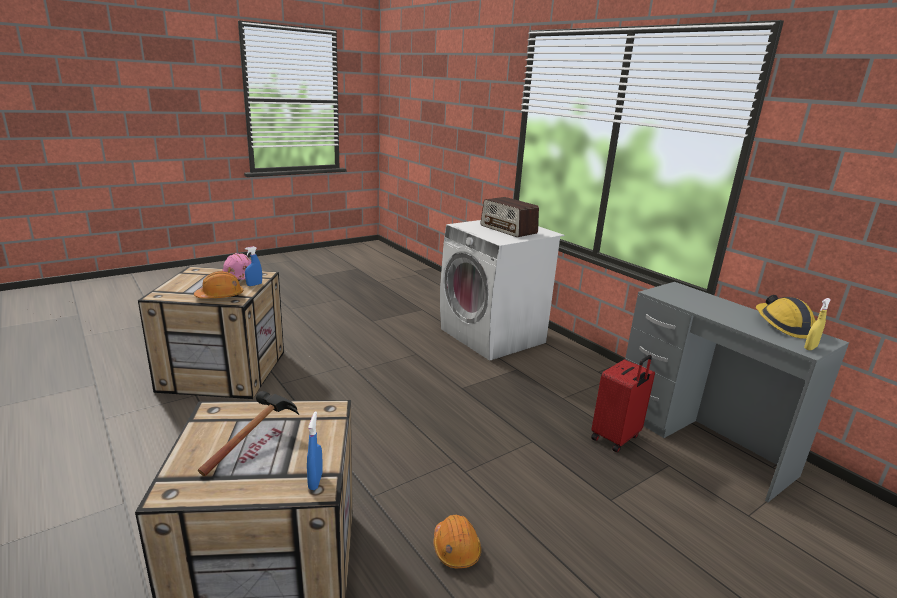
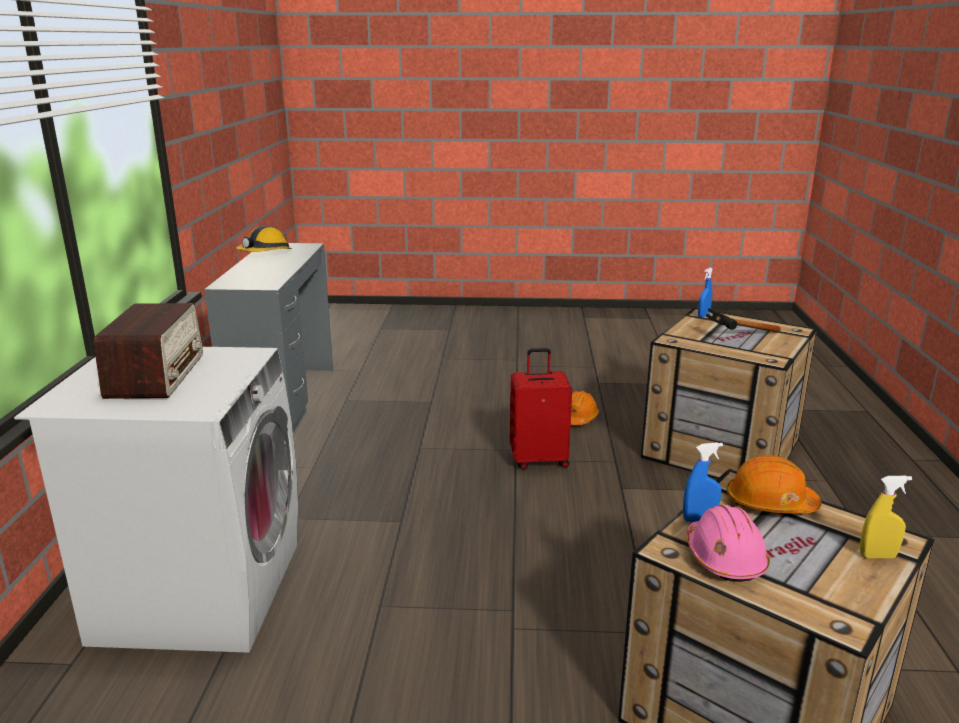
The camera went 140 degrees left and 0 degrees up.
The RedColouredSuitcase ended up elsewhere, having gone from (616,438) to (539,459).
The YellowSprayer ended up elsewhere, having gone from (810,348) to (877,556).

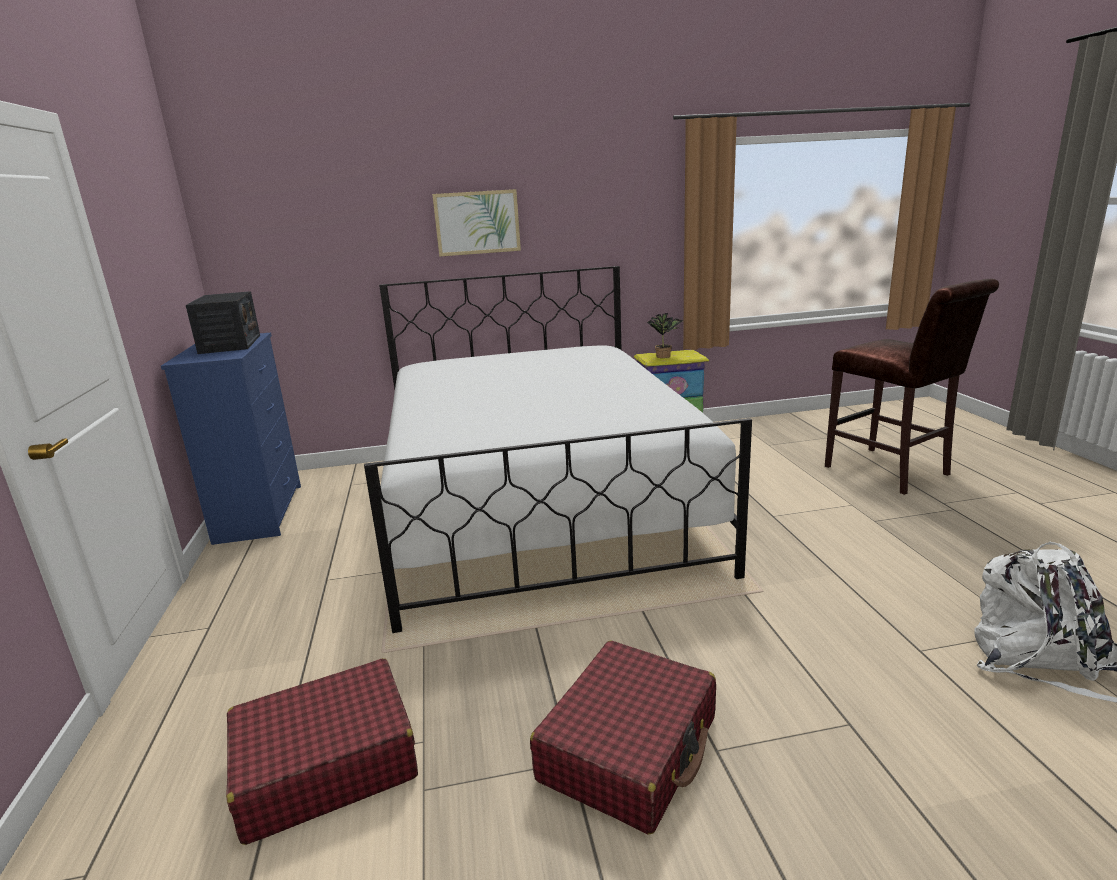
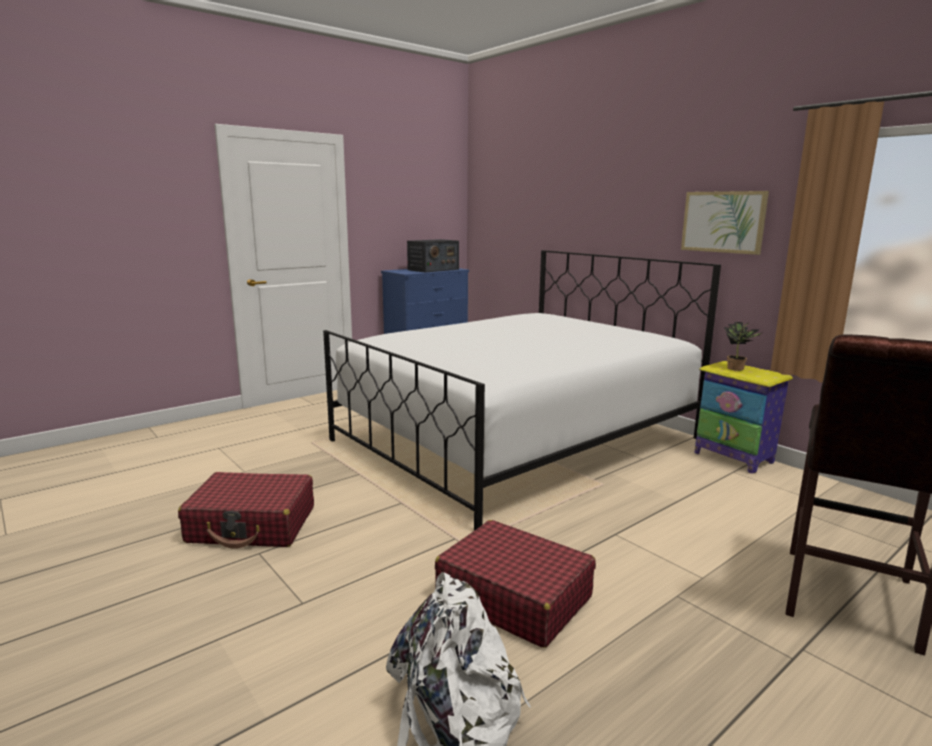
The camera went 60 degrees right and 5 degrees down.
The RedColouredSuitcase ended up elsewhere, having gone from (325,765) to (513,597).
The WallArt ended up elsewhere, having gone from (477,222) to (723,222).

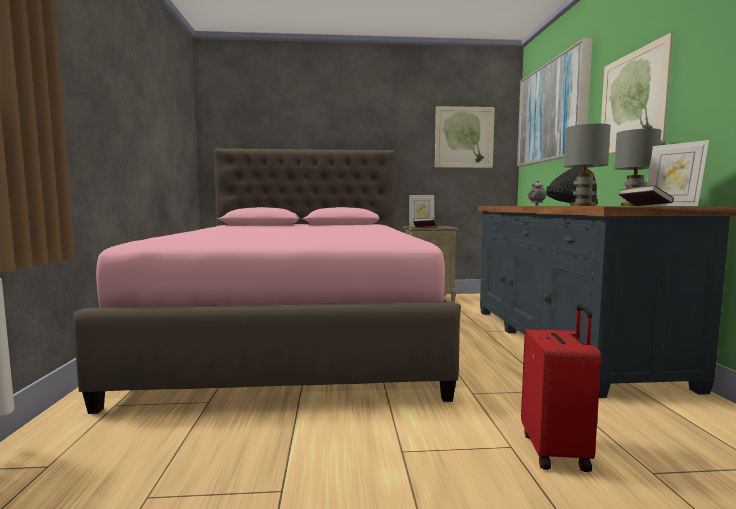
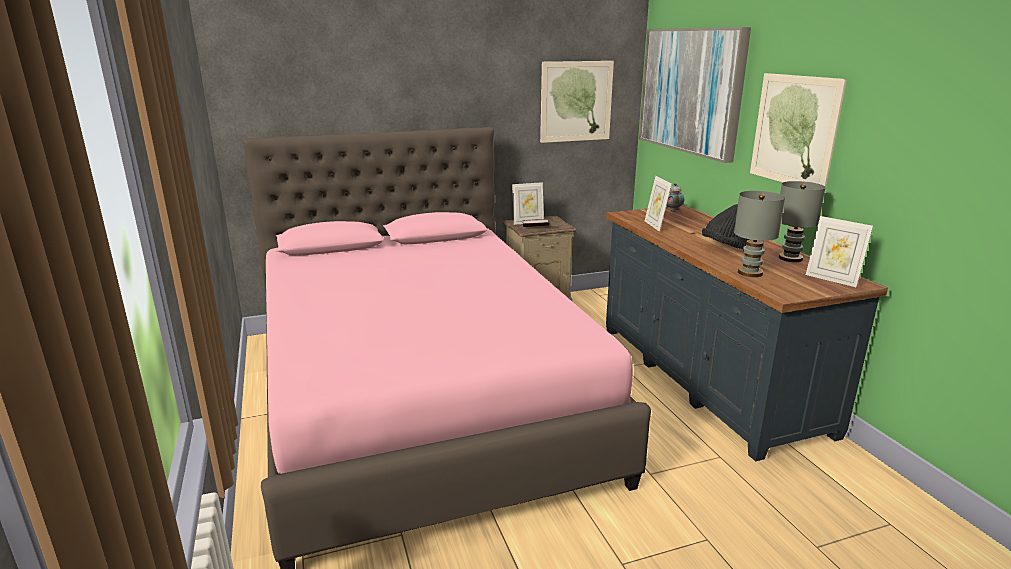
The camera went 15 degrees left and 15 degrees up.
The second view gained the StandingFrame at (655,226).
The second view lost the RedColouredSuitcase at (556,451).
The second view lost the BoundBook at (644,206).

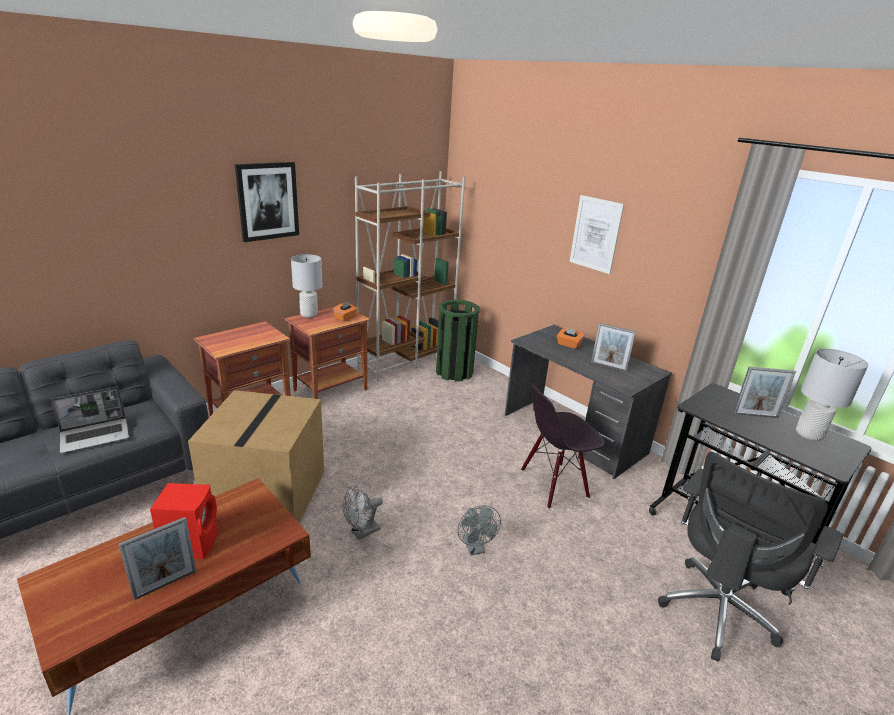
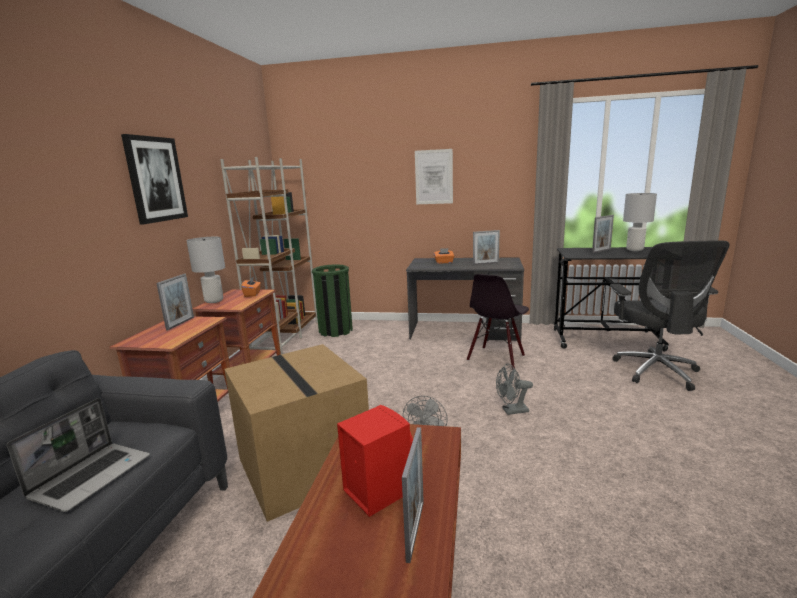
The camera went 35 degrees left and 10 degrees down.
The second view gained the StandingFrame at (180,323).
The GreyishCoolingFan at (475,548) ended up facing another way, 135 degrees clockwise from before.

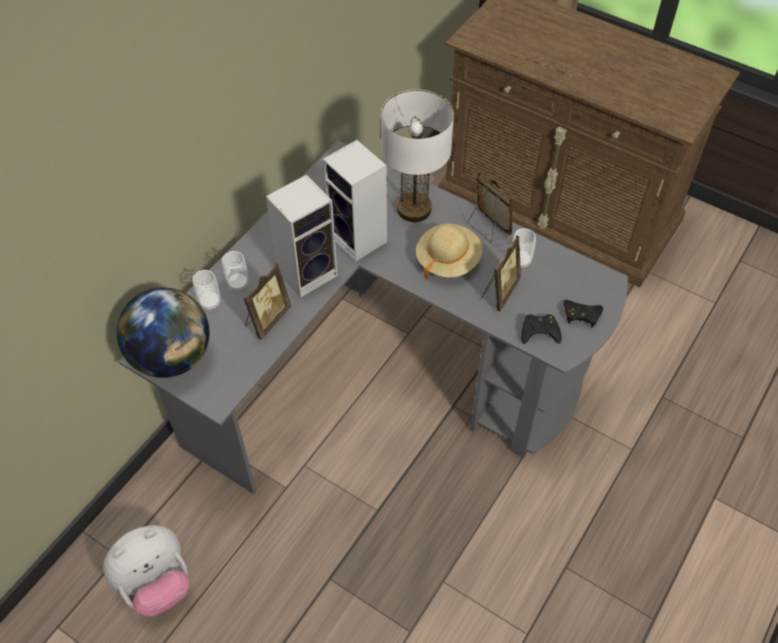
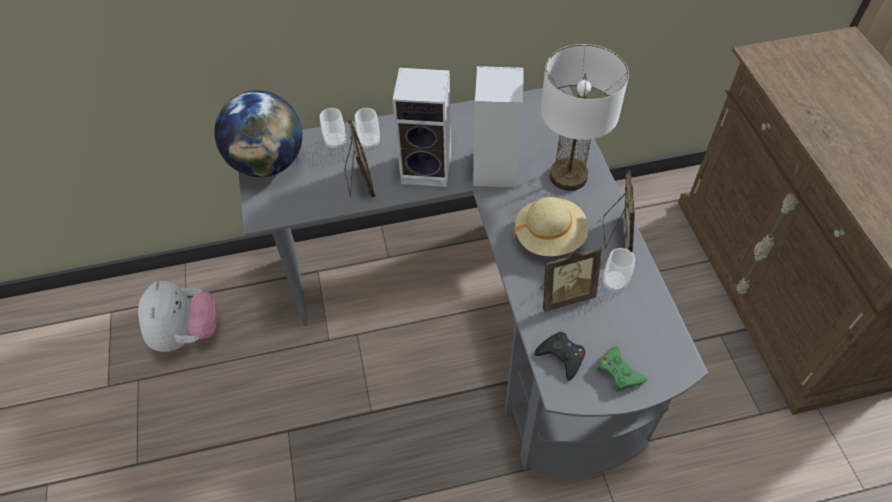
The camera went 45 degrees right and 0 degrees up.
The SoftToy at (156,583) ended up facing another way, 105 degrees counterclockwise from before.
The StandingFrame at (267,319) ended up facing another way, 90 degrees counterclockwise from before.
What was the BlackColouredJoypad at (581,315) turned into the GreenishJoypad at (619,372).

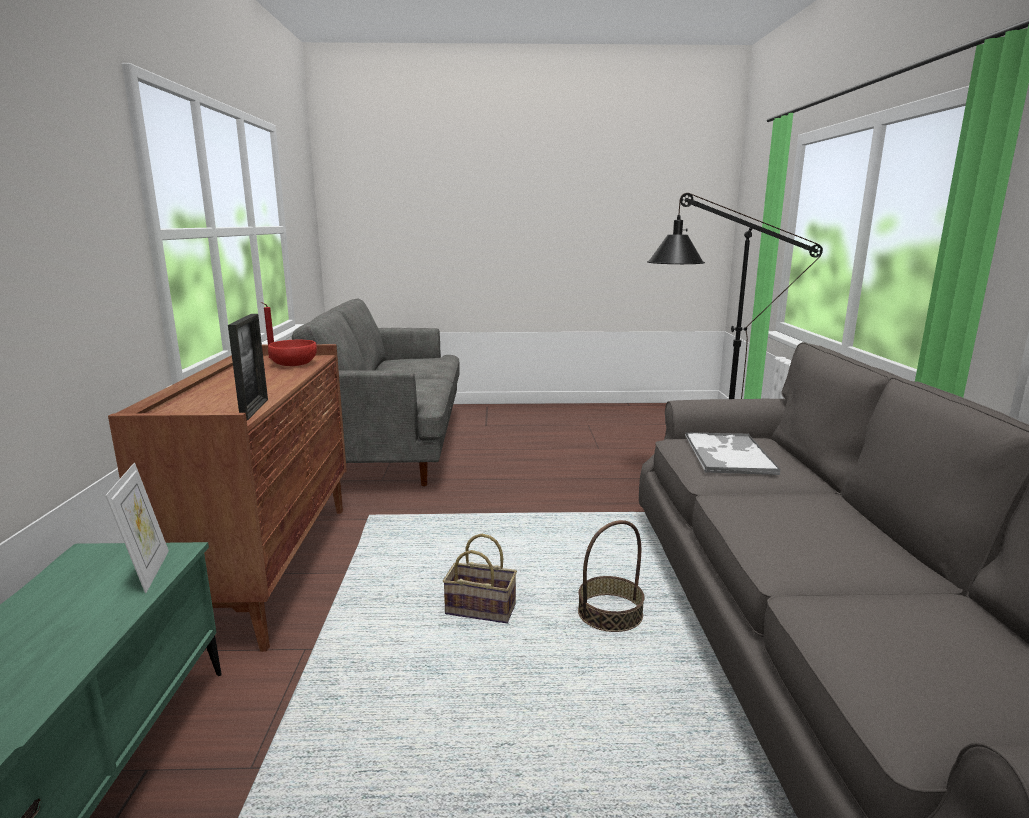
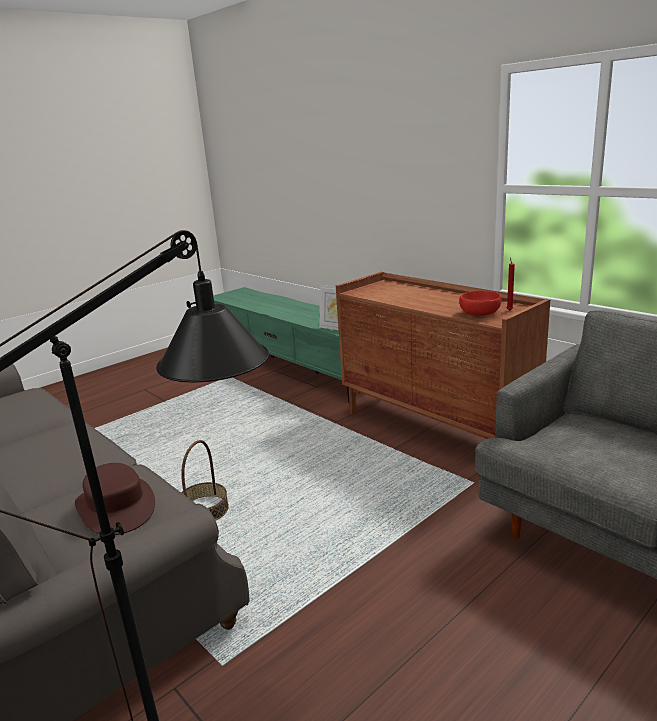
The camera went 140 degrees right and 5 degrees up.
Where the Tray stood at (728,454), the BrownColouredClothingHat came to stand at (116,507).
The second view lost the StandingFrame at (254,409).
The second view lost the StorageBasket at (482,609).

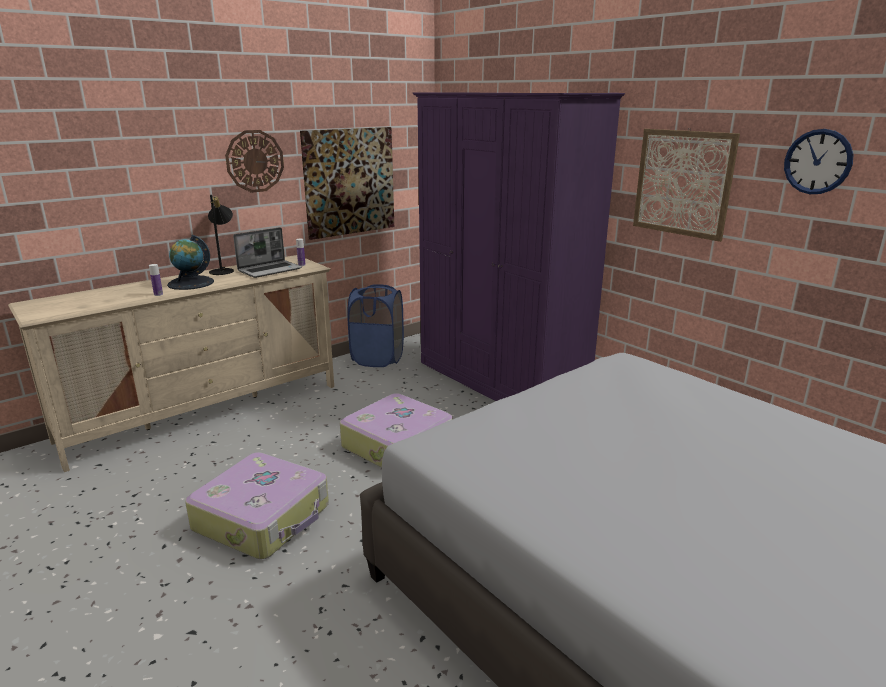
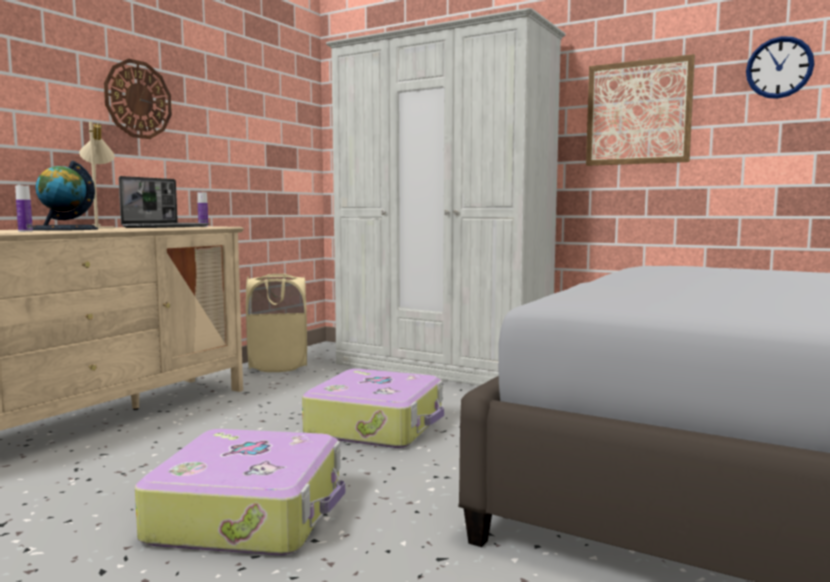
The camera went 20 degrees left and 15 degrees down.
What was the BlackColouredTableLamp at (223,270) turned into the BeigeColouredTableLamp at (98,227).
What was the BluishWashingBasket at (378,359) turned into the BeigeColouredWashingBasket at (278,366).
What was the PurplishClothesCupboard at (500,381) turned into the WhitishClothesCupboard at (442,368).
The second view lost the WallArt at (349,182).

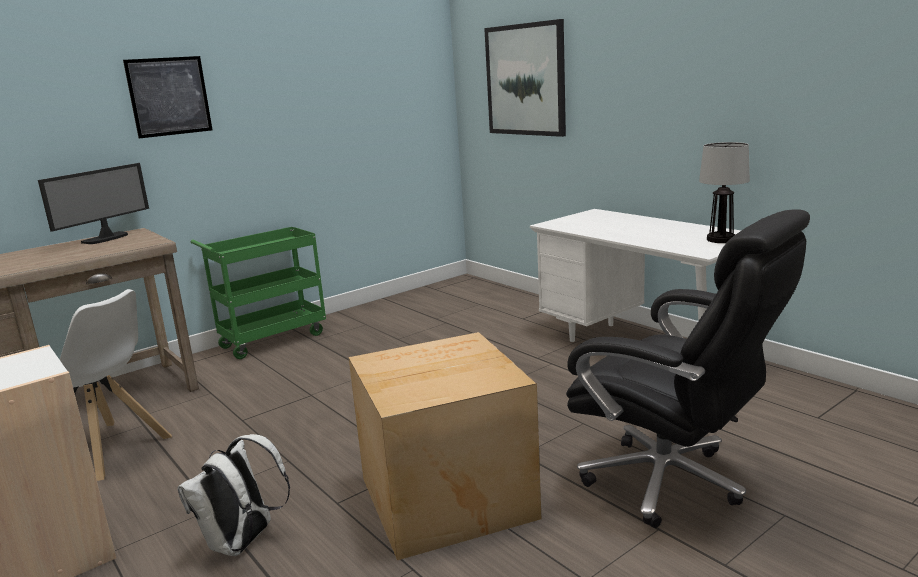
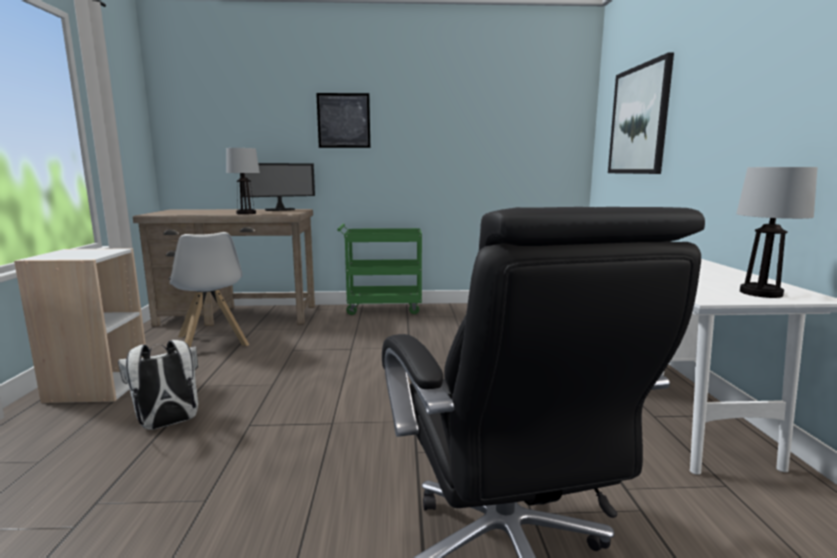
The camera went 35 degrees right and 5 degrees down.
The second view gained the TableLamp at (245,213).
The second view lost the CardboardBox at (444,497).

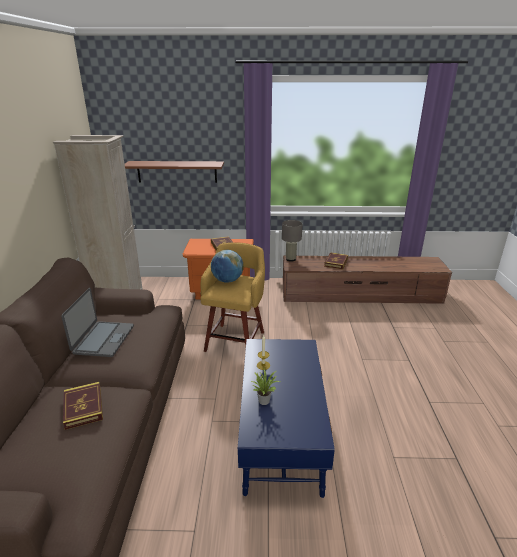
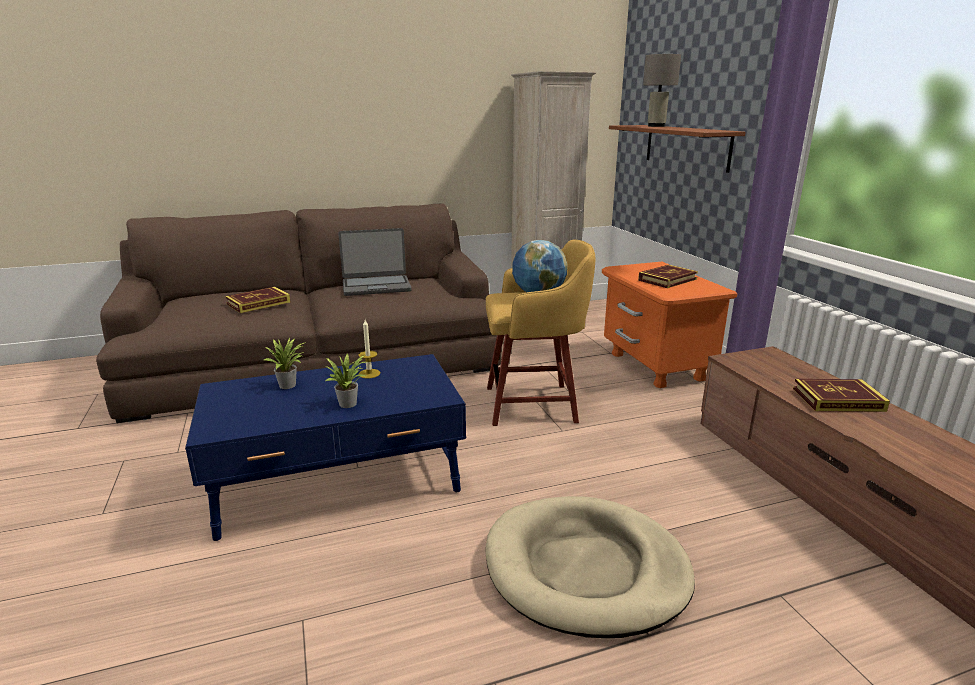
The camera went 70 degrees right and 5 degrees down.
The second view gained the Houseplant at (350,403).
The second view gained the BeigeColouredPetBed at (586,569).
The GreyishTableLamp ended up elsewhere, having gone from (291,259) to (656,126).

